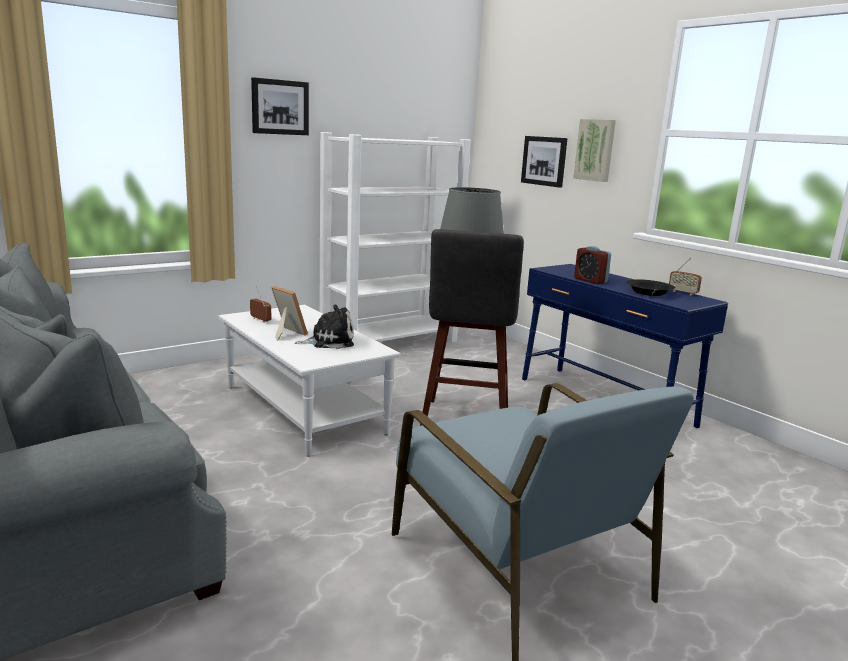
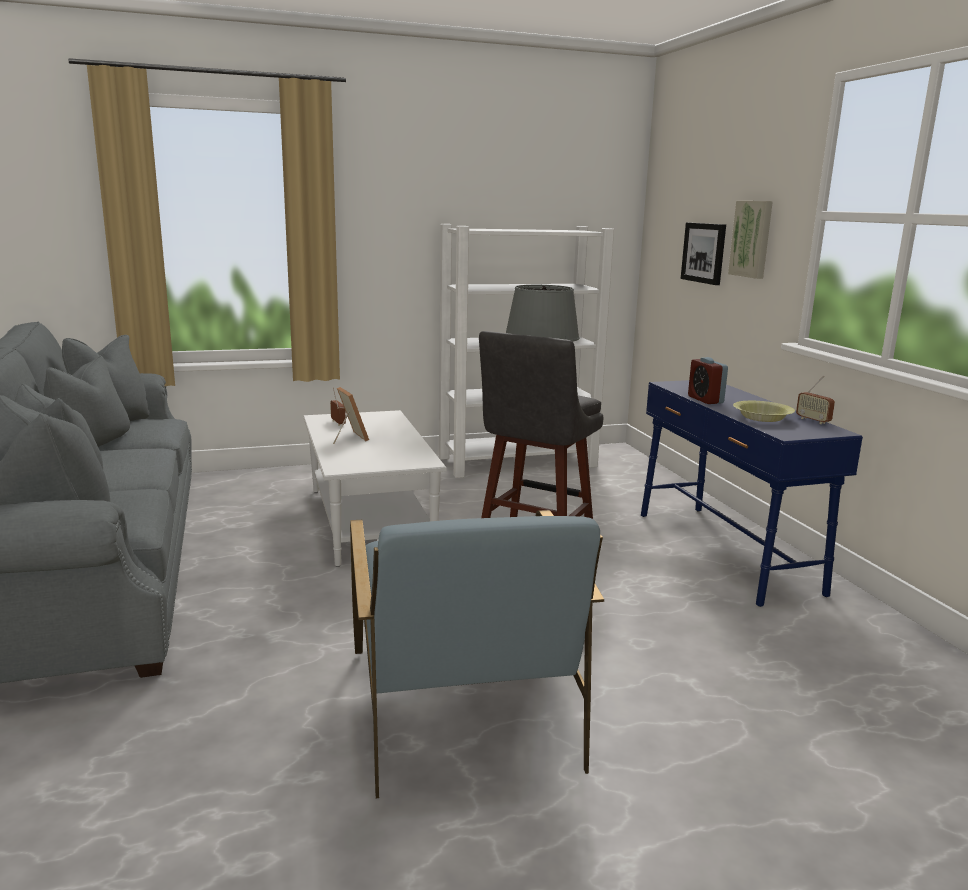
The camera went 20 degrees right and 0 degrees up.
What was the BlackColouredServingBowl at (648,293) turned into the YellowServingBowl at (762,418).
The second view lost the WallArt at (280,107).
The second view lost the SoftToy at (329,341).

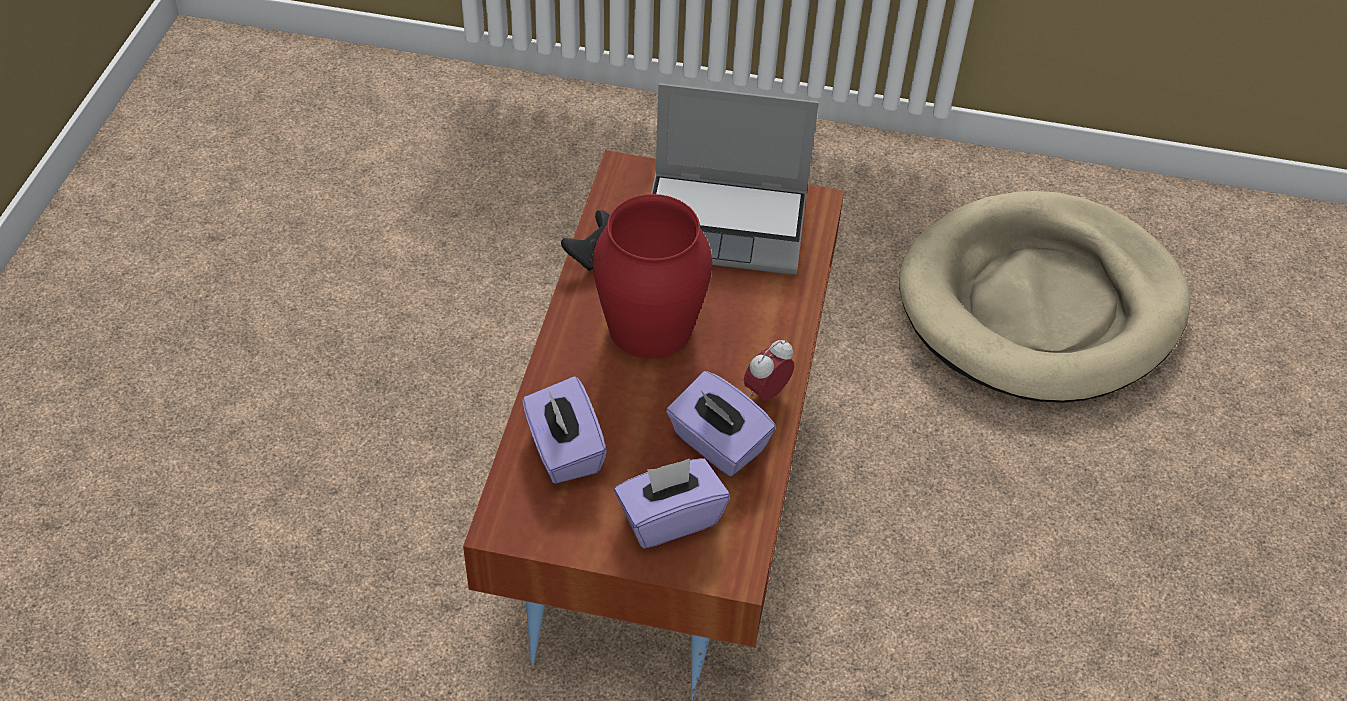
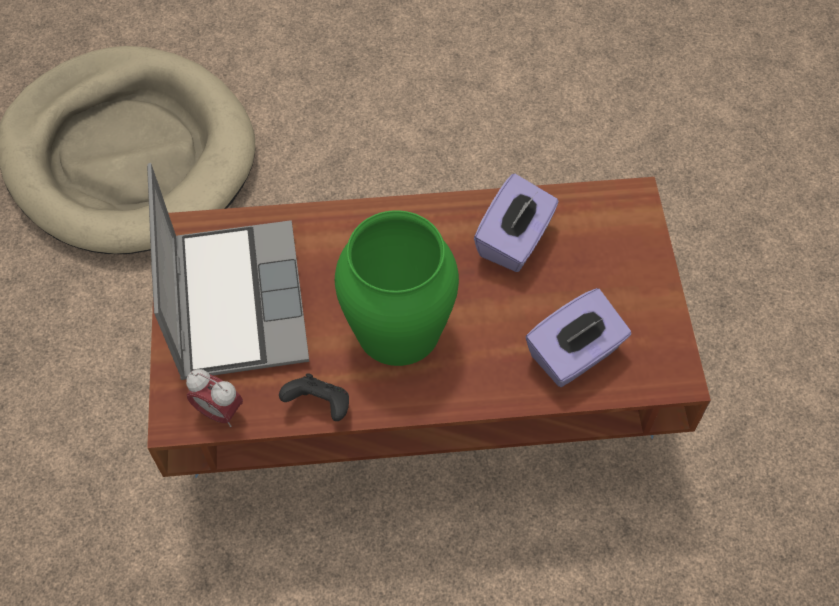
The camera went 105 degrees left and 10 degrees up.
The TableClock ended up elsewhere, having gone from (766,393) to (219,411).
What was the RedColouredVase at (651,325) turned into the GreenishVase at (397,328).
The second view lost the PurplishTissueBox at (669,518).

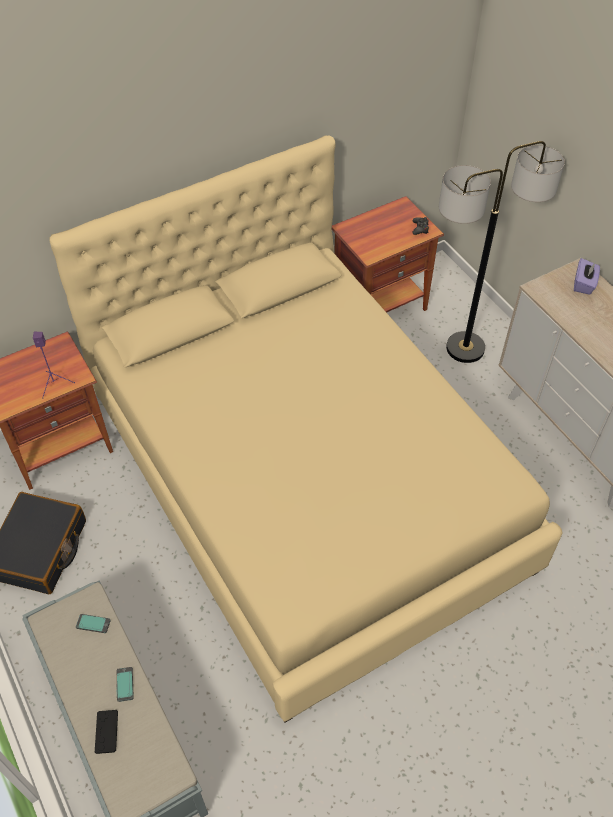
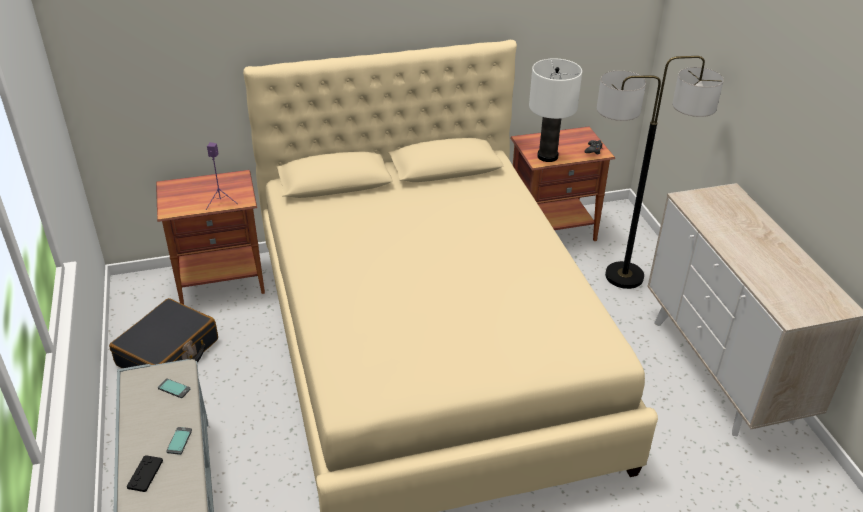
The camera went 15 degrees right and 15 degrees down.
The second view gained the WhitishTableLamp at (547,156).
The second view lost the PurplishTissueBox at (584,284).

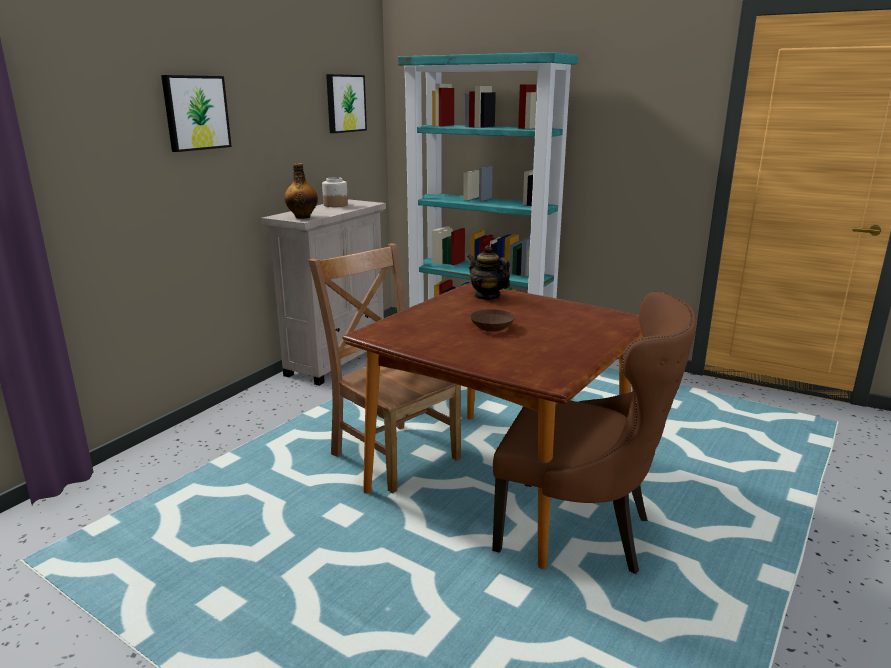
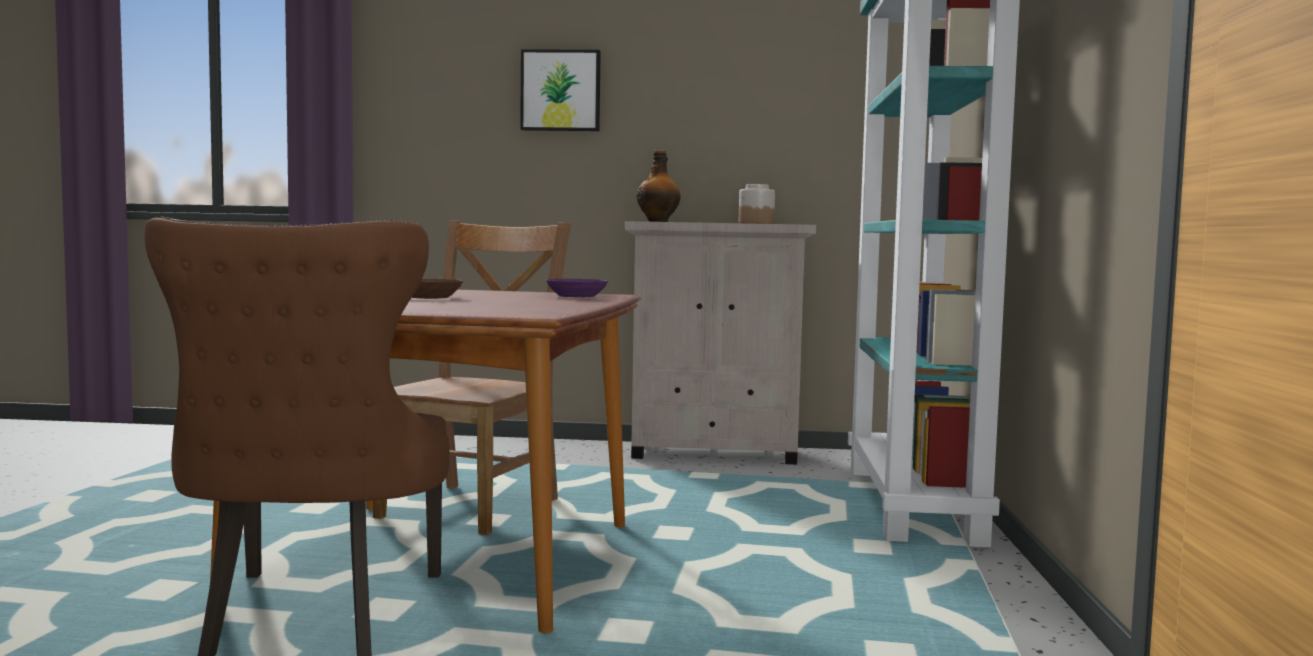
The camera went 65 degrees right and 15 degrees down.
Where the TeaPot stood at (487,296), the PurplishServingBowl came to stand at (575,296).
The second view lost the WallArt at (345,103).

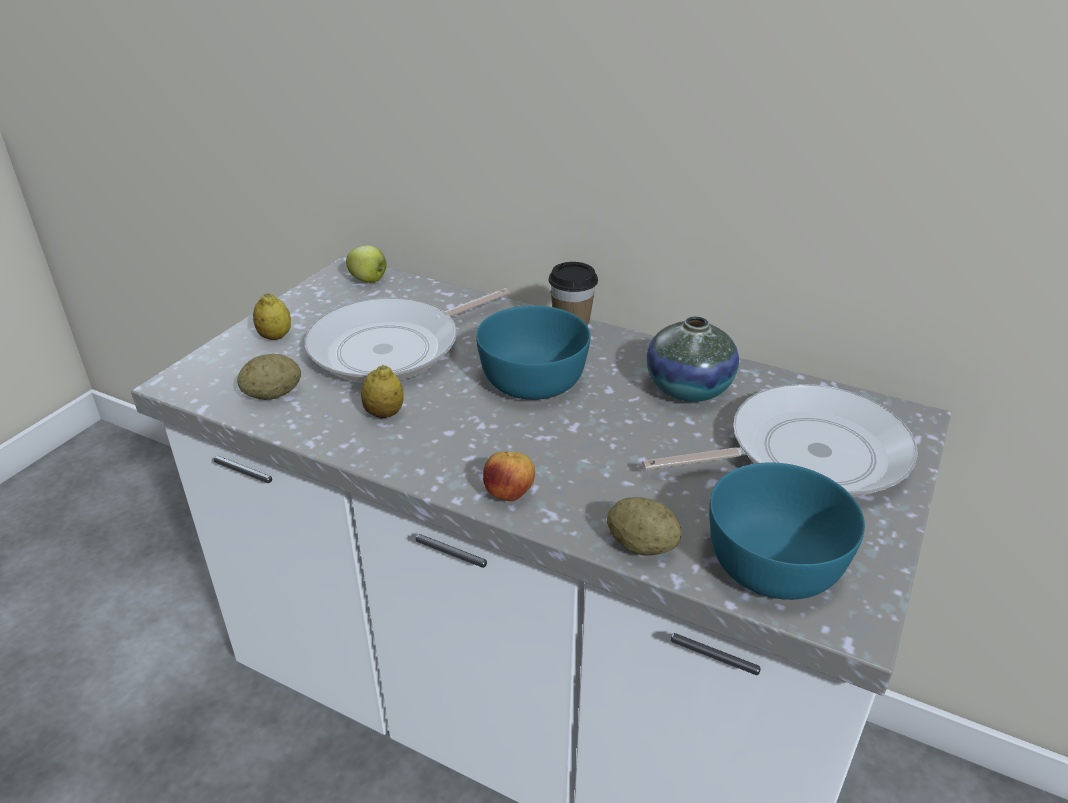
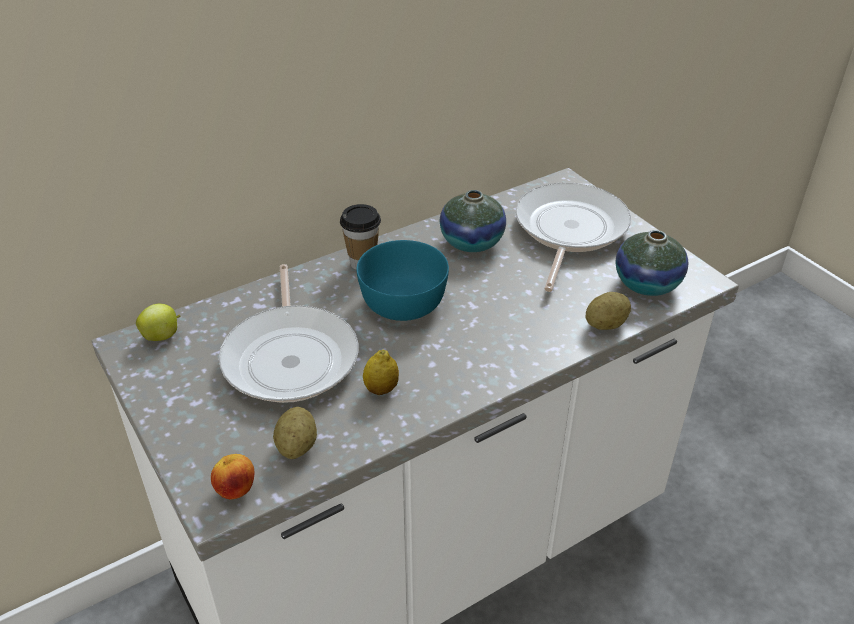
The camera went 60 degrees left and 5 degrees up.
The WholeApple ended up elsewhere, having gone from (509,494) to (236,490).
Where the TurquoiseColouredServingBowl stood at (772,561), the Vase came to stand at (647,284).
The second view lost the CitrusFruit at (275,337).

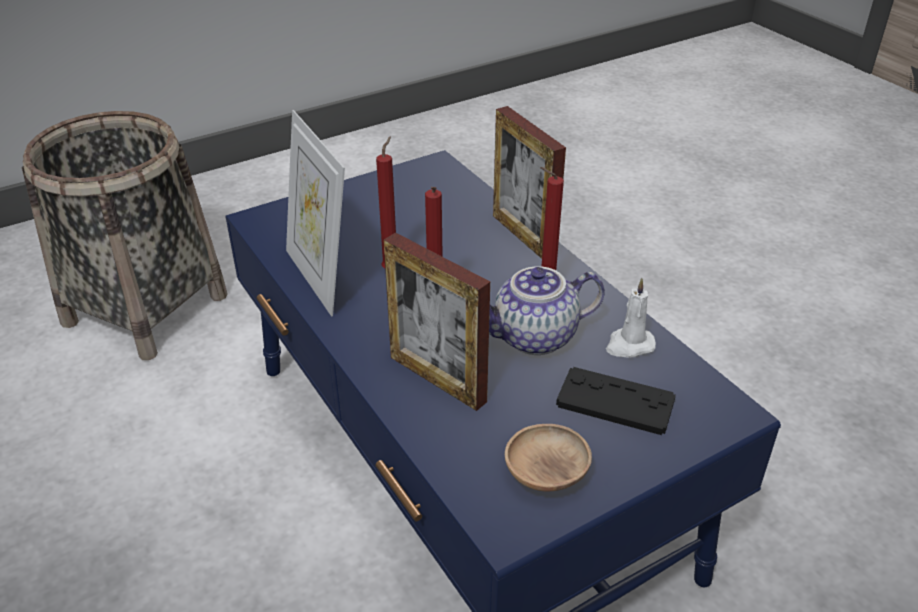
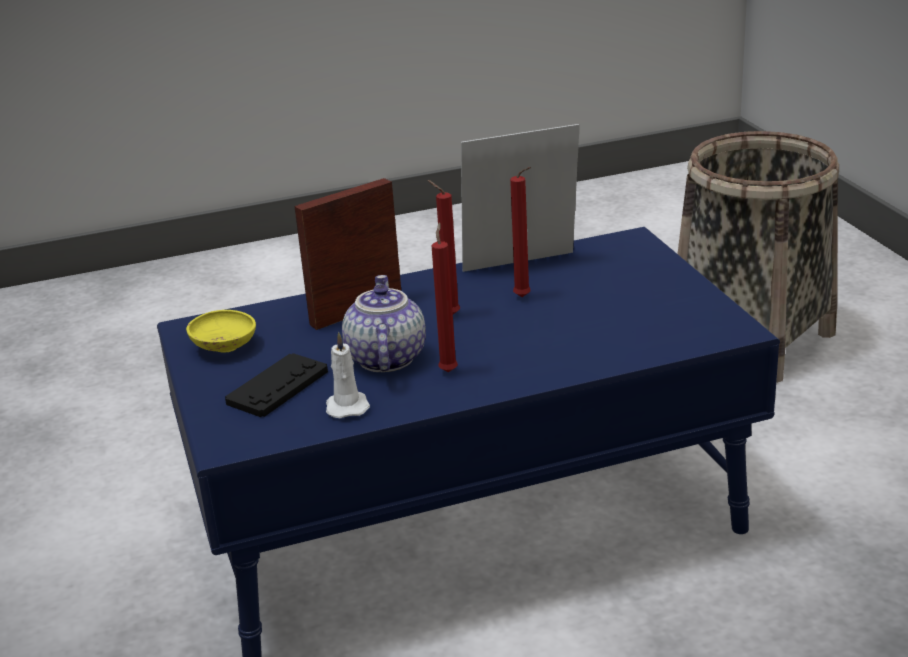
The camera went 105 degrees right and 10 degrees down.
What was the BrownColouredServingBowl at (546,474) turned into the YellowServingBowl at (224,347).
The second view lost the StandingFrame at (523,236).

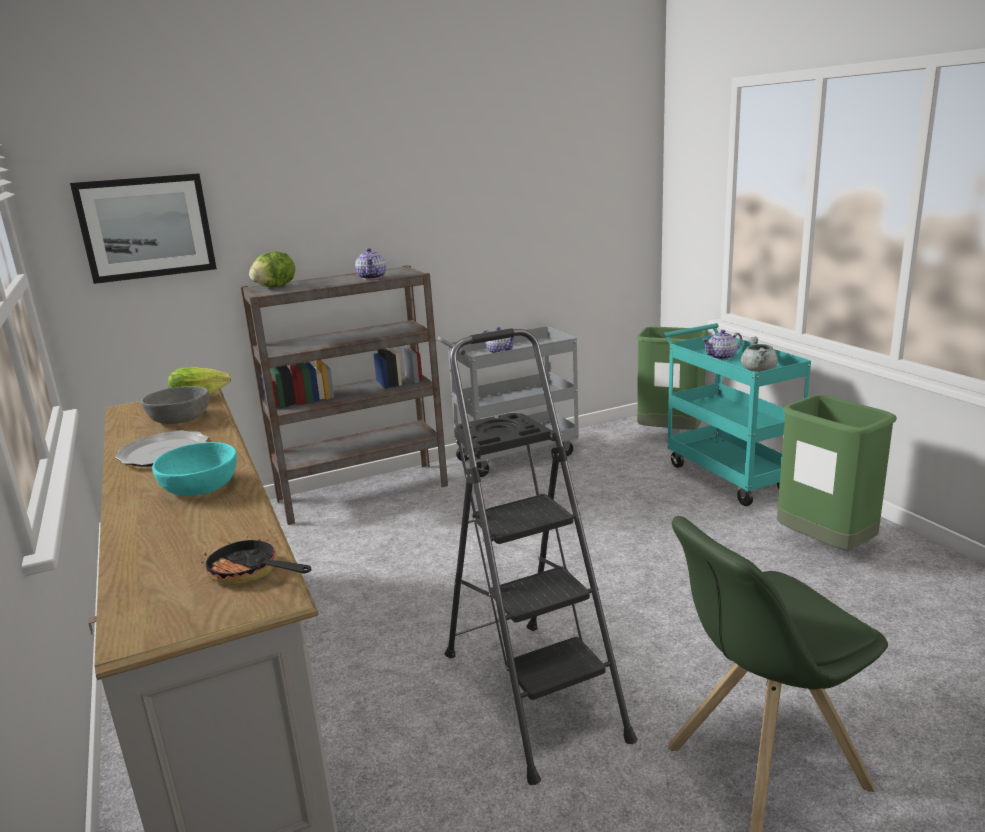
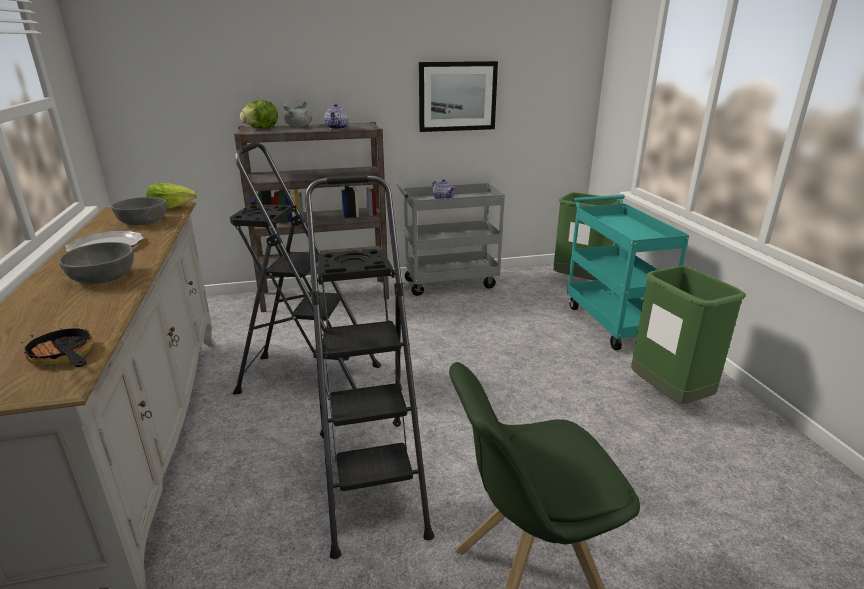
The camera went 10 degrees right and 5 degrees up.
What was the TurquoiseColouredServingBowl at (200,486) turned into the GreyishServingBowl at (103,277).
The second view gained the StepLadder at (307,378).
The GreyishStockpot ended up elsewhere, having gone from (758,370) to (299,126).
The WallArt ended up elsewhere, having gone from (146,227) to (457,96).
The second view lost the TeaPot at (722,357).

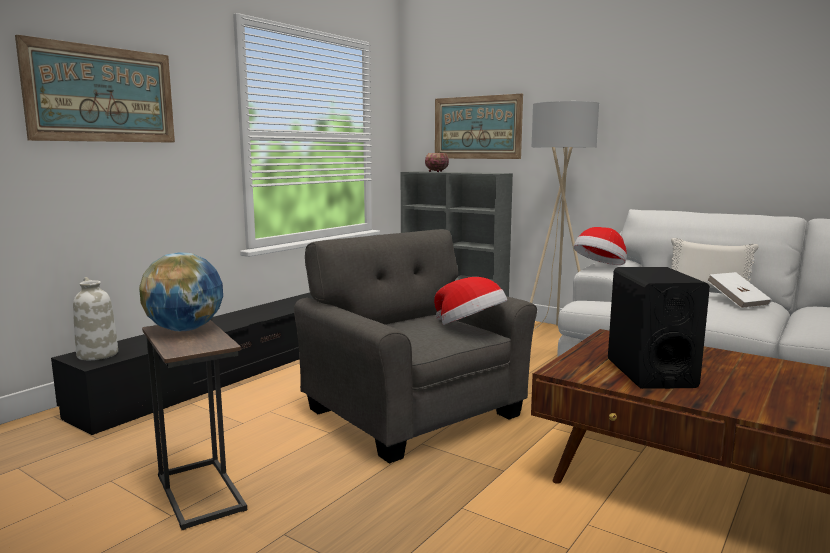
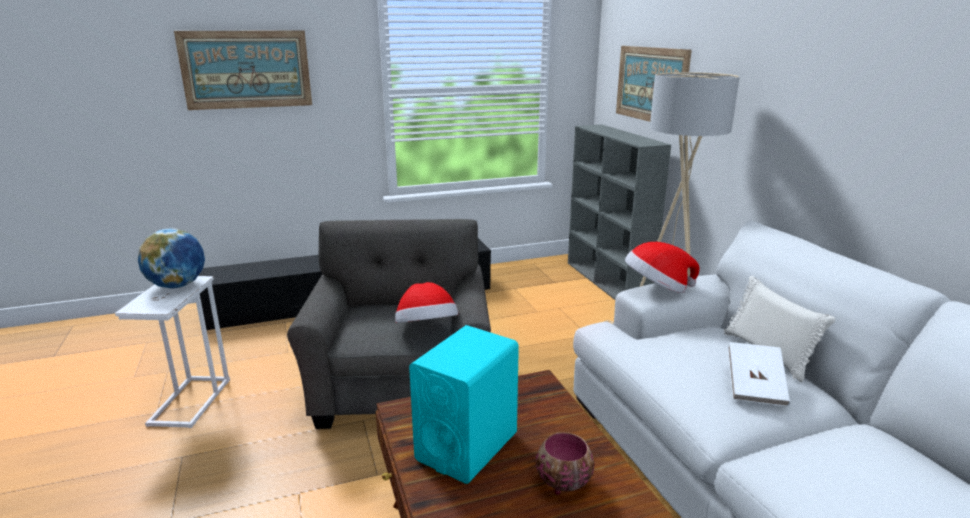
The camera went 35 degrees right and 10 degrees up.
What was the BrownColouredSideTable at (199,492) turned into the WhitishSideTable at (190,401).
What was the BlackColouredAudioSpeaker at (650,373) turned into the TurquoiseColouredAudioSpeaker at (467,446).
The ServingBowl ended up elsewhere, having gone from (436,171) to (562,482).
The second view lost the WhitishVase at (97,354).

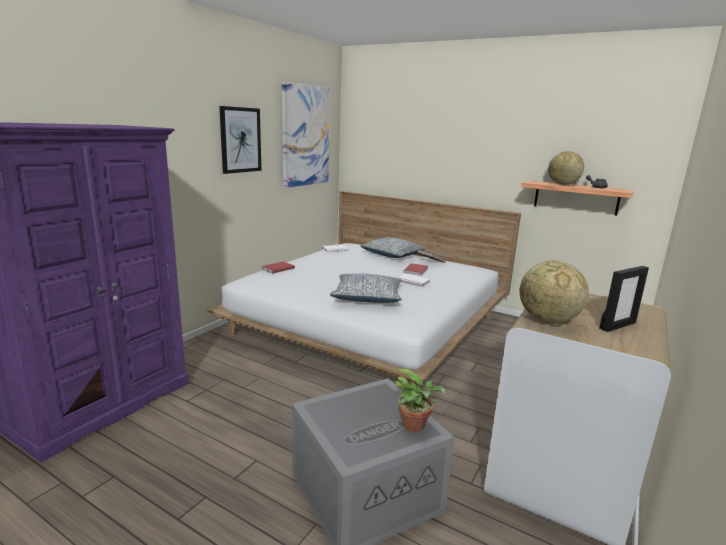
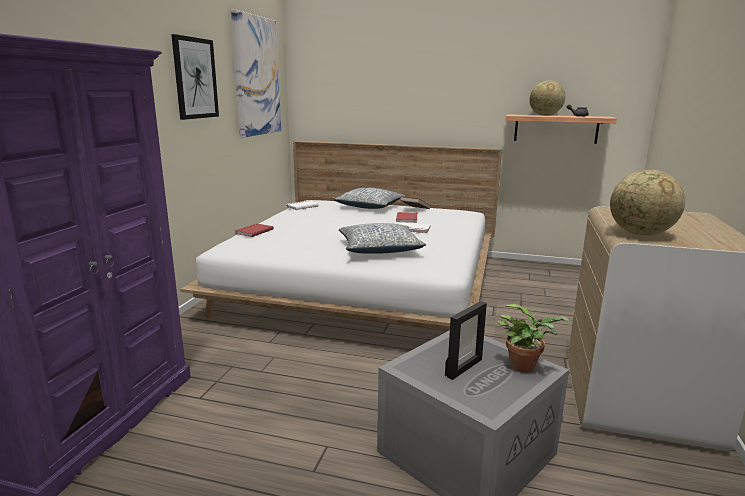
The camera went 15 degrees left and 0 degrees up.
The StandingFrame ended up elsewhere, having gone from (617,325) to (463,367).

